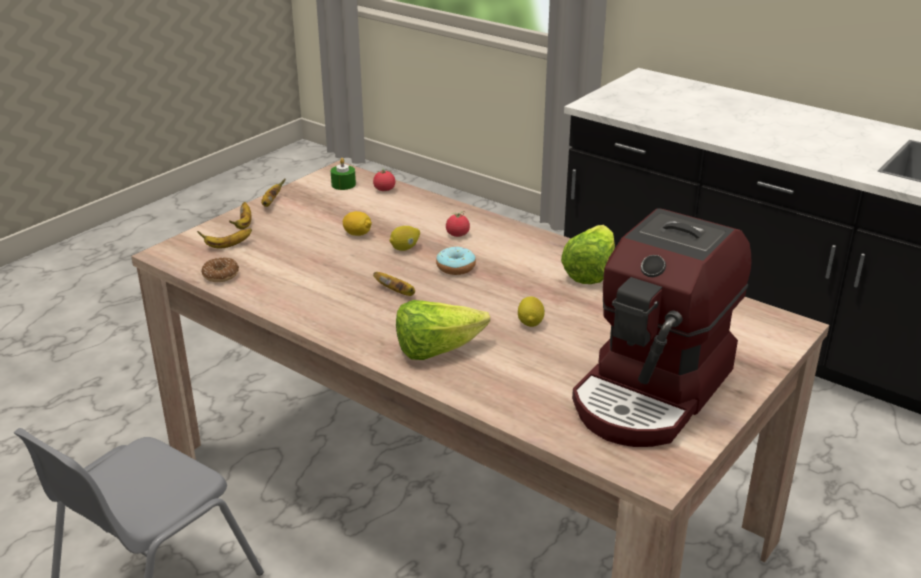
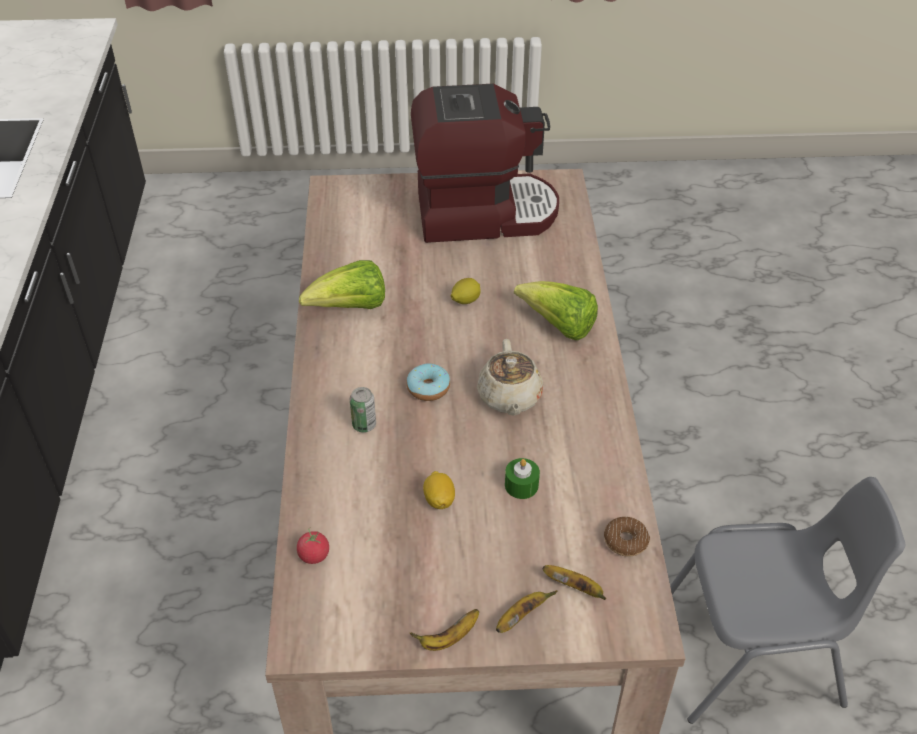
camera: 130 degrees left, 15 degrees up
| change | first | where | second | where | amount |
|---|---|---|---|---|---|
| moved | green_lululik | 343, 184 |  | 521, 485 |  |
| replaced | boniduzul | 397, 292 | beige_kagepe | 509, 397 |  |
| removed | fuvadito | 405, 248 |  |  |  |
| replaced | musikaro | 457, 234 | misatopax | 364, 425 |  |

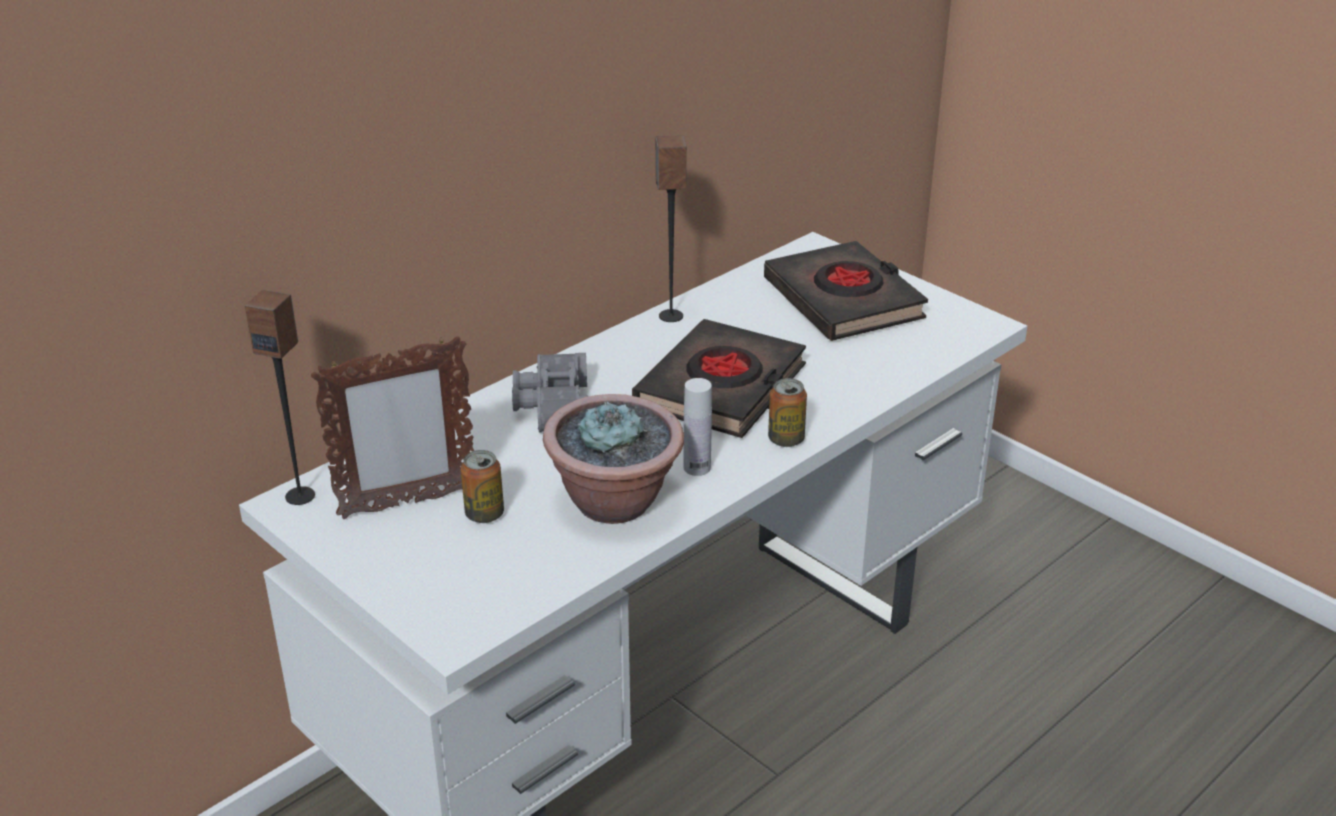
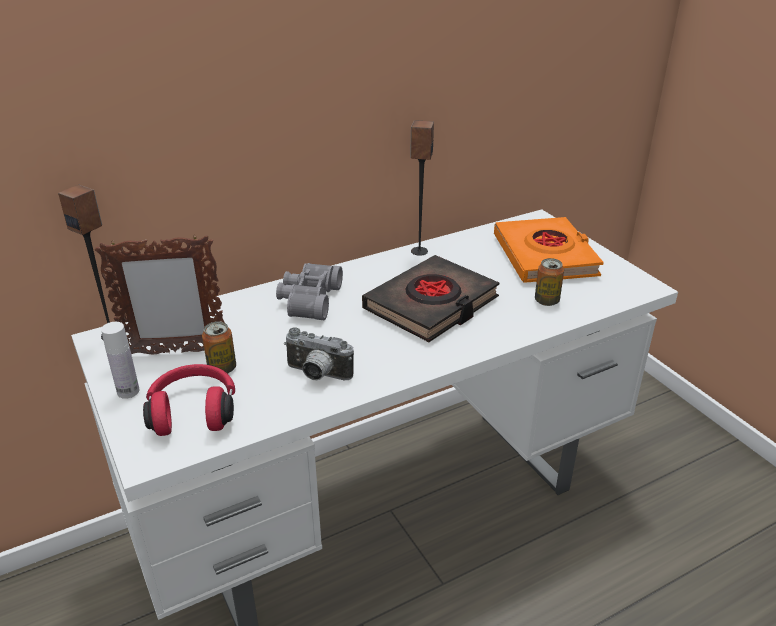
camera: 15 degrees right, 0 degrees up
| change | first | where | second | where | amount |
|---|---|---|---|---|---|
| replaced | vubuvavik | 615, 502 | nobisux | 316, 375 |  |
| moved | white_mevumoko | 697, 467 |  | 128, 391 |  |
| recoloured | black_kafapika | 844, 300 | orange_kafapika | 545, 256 |  |
| moved | misatopax | 786, 439 |  | 546, 301 |  |
| added |  |  | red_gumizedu | 194, 411 |  |

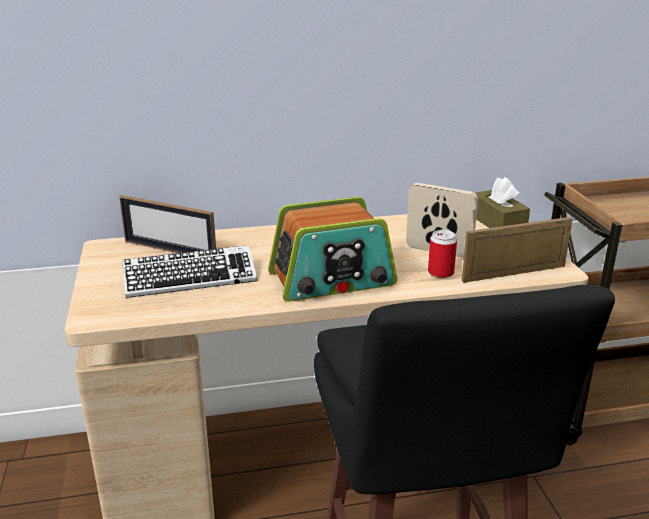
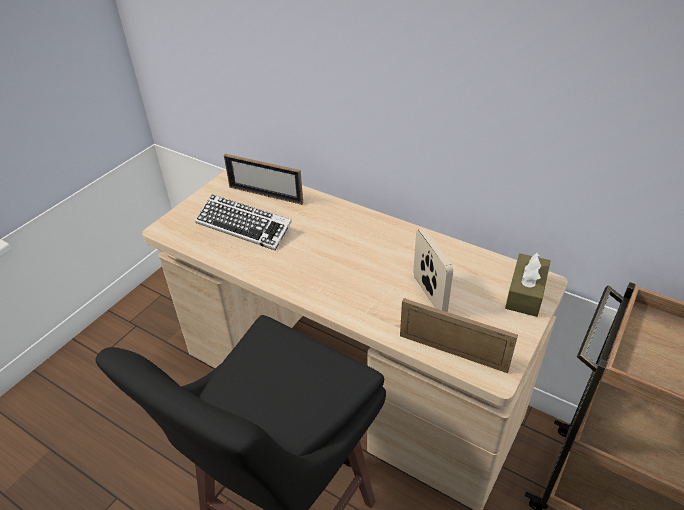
camera: 45 degrees right, 15 degrees up
| change | first | where | second | where | amount |
|---|---|---|---|---|---|
| turned | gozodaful | 170, 250 |  | 265, 195 | 45 degrees counterclockwise |
| removed | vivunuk | 332, 279 |  |  |  |
| removed | misatopax | 440, 273 |  |  |  |

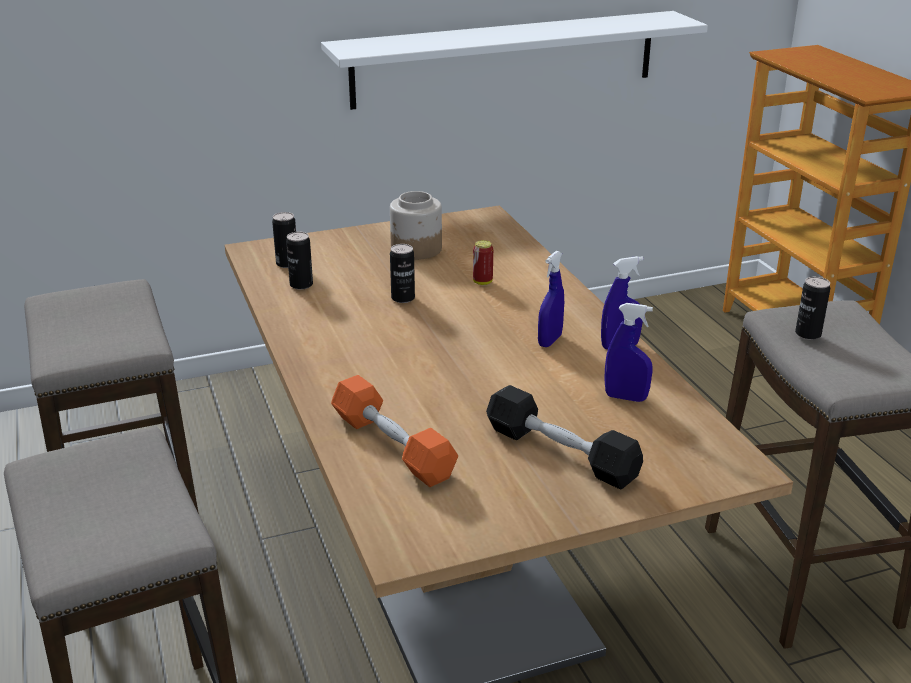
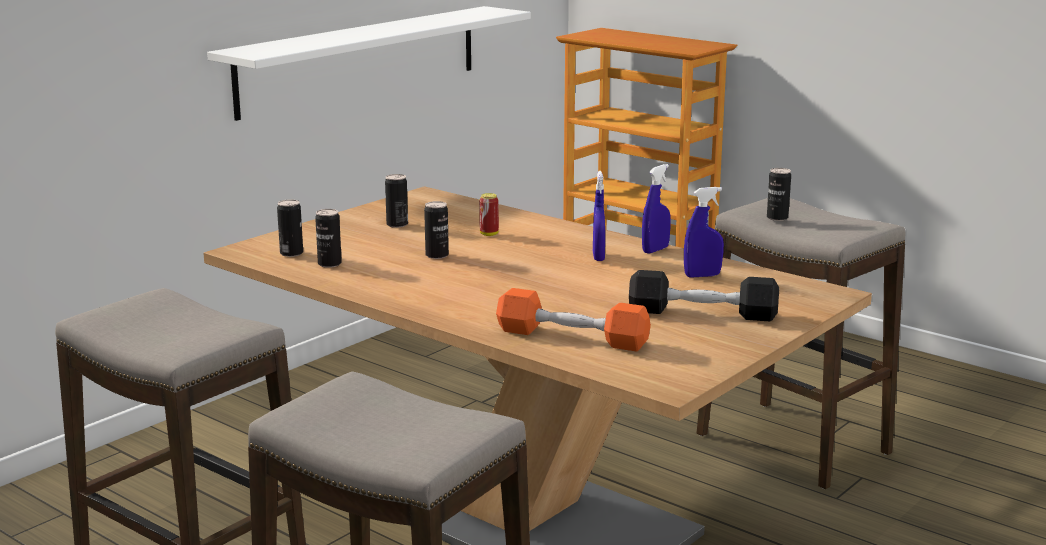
camera: 30 degrees left, 10 degrees down
| change | first | where | second | where | amount |
|---|---|---|---|---|---|
| replaced | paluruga | 416, 249 | misatopax | 397, 224 |  |

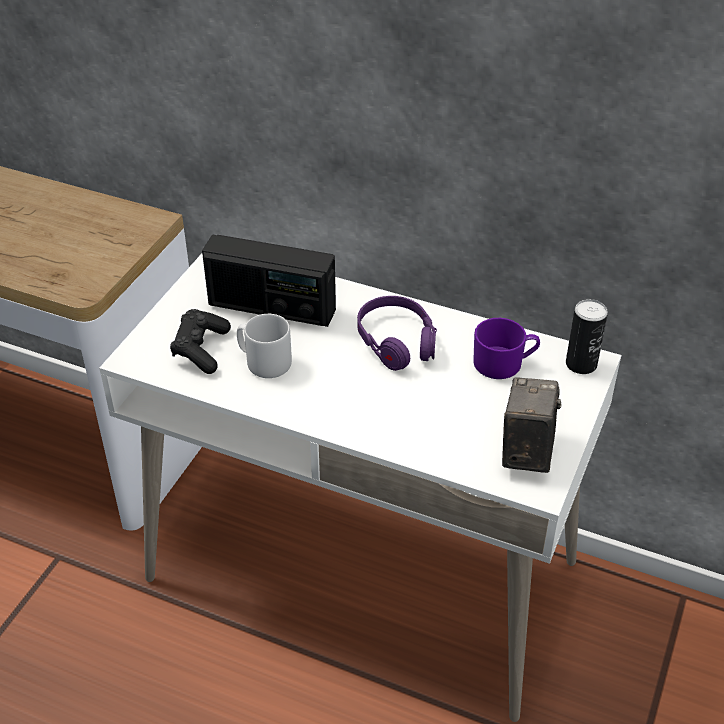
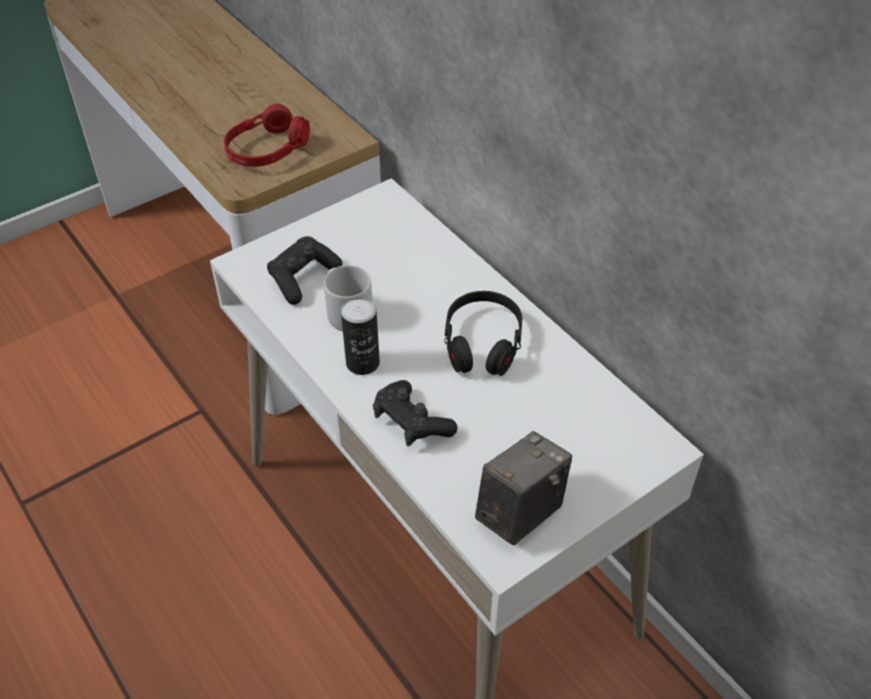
camera: 30 degrees right, 5 degrees up
| change | first | where | second | where | amount |
|---|---|---|---|---|---|
| removed | vivunuk | 271, 308 |  |  |  |
| recoloured | purple_gumizedu | 397, 342 | black_gumizedu | 483, 343 |  |
| removed | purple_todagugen | 504, 363 |  |  |  |
| moved | misatopax | 581, 364 |  | 362, 363 |  |
| added |  |  | red_gumizedu | 267, 150 |  |
| added |  |  | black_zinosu | 411, 423 |  |

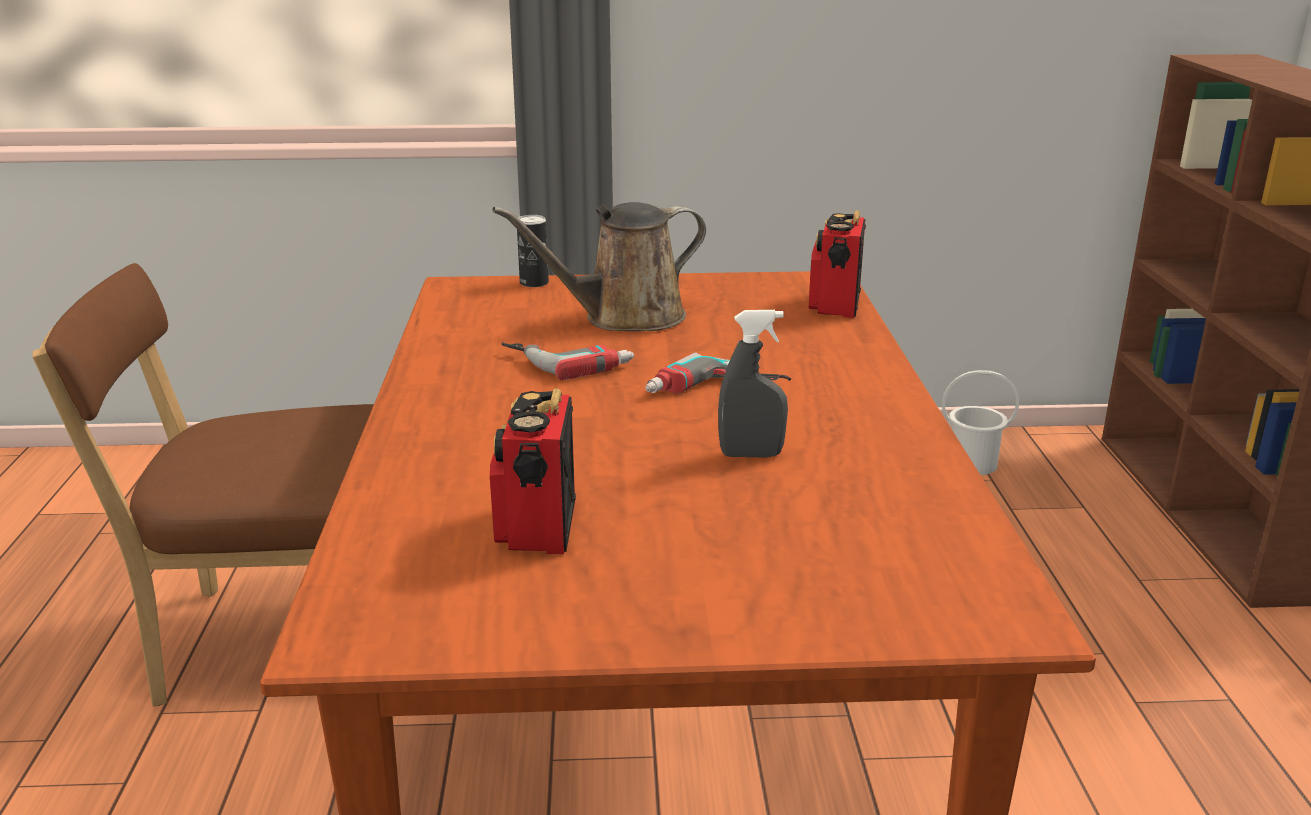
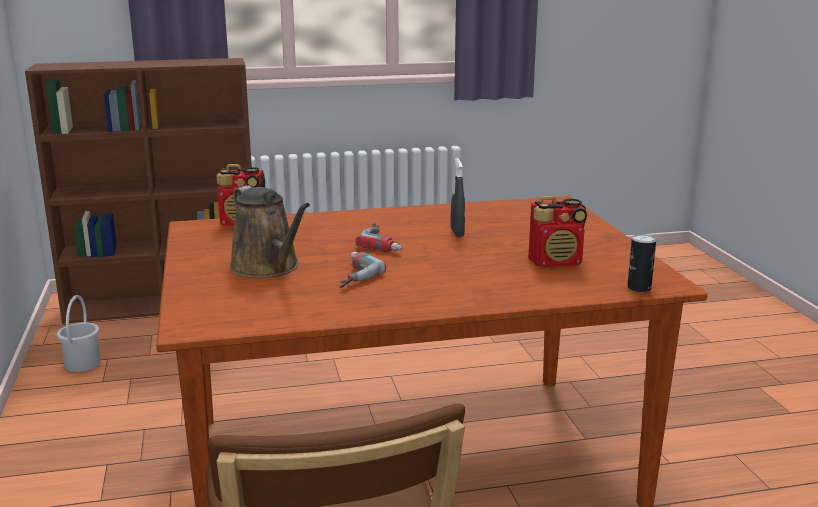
camera: 100 degrees left, 5 degrees down
| change | first | where | second | where | amount |
|---|---|---|---|---|---|
| moved | misatopax | 534, 283 |  | 639, 288 |  |

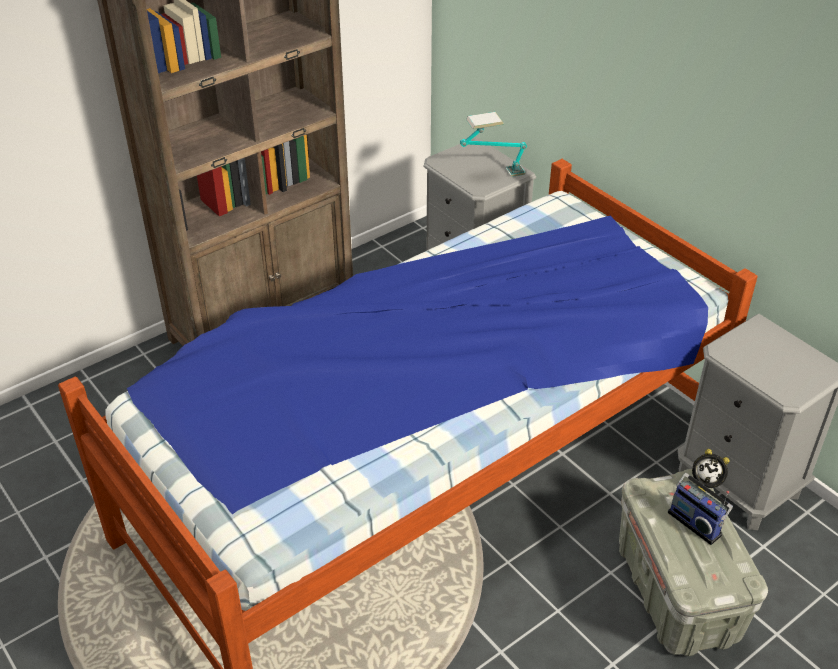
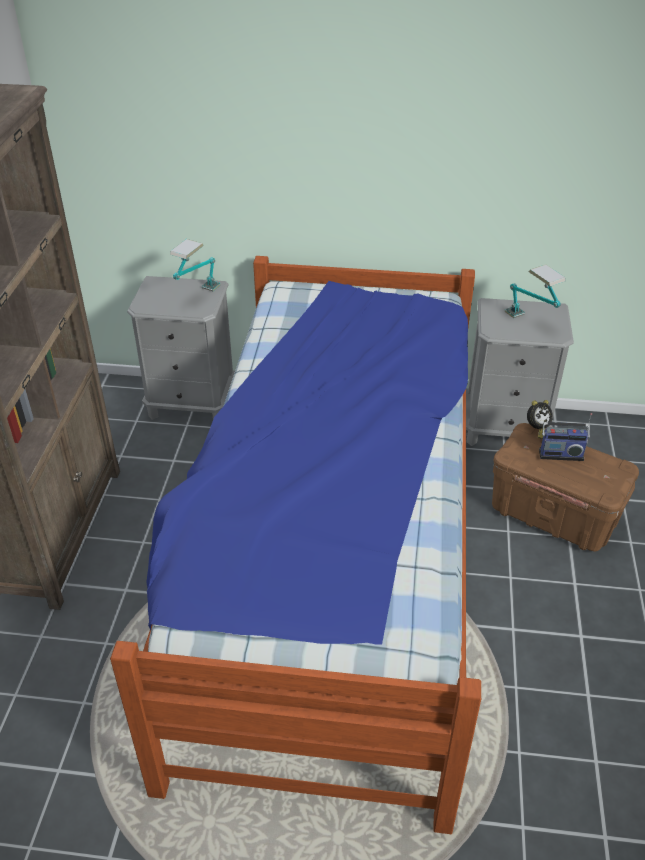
camera: 45 degrees left, 0 degrees up
| change | first | where | second | where | amount |
|---|---|---|---|---|---|
| recoloured | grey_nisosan | 677, 593 | brown_nisosan | 554, 515 |  |
| added |  |  | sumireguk | 529, 324 |  |

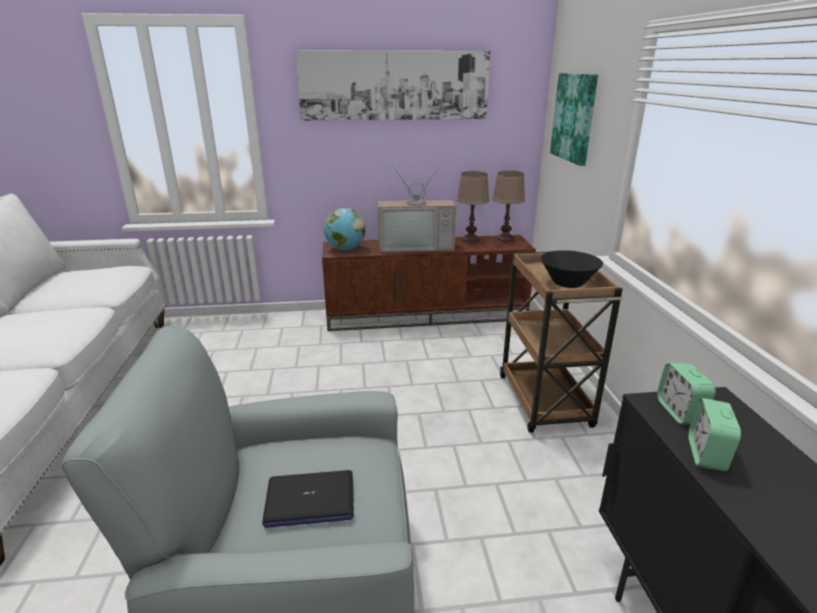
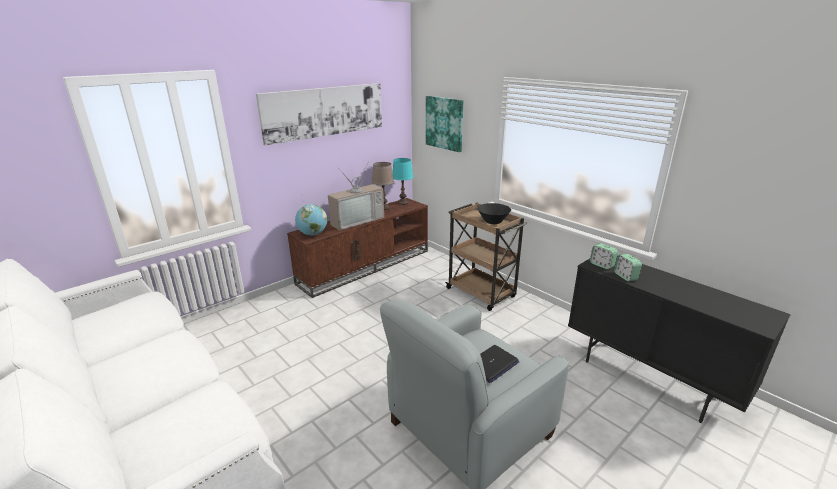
camera: 35 degrees left, 0 degrees up
| change | first | where | second | where | amount |
|---|---|---|---|---|---|
| recoloured | brown_sumireguk | 505, 239 | turquoise_sumireguk | 403, 202 |  |

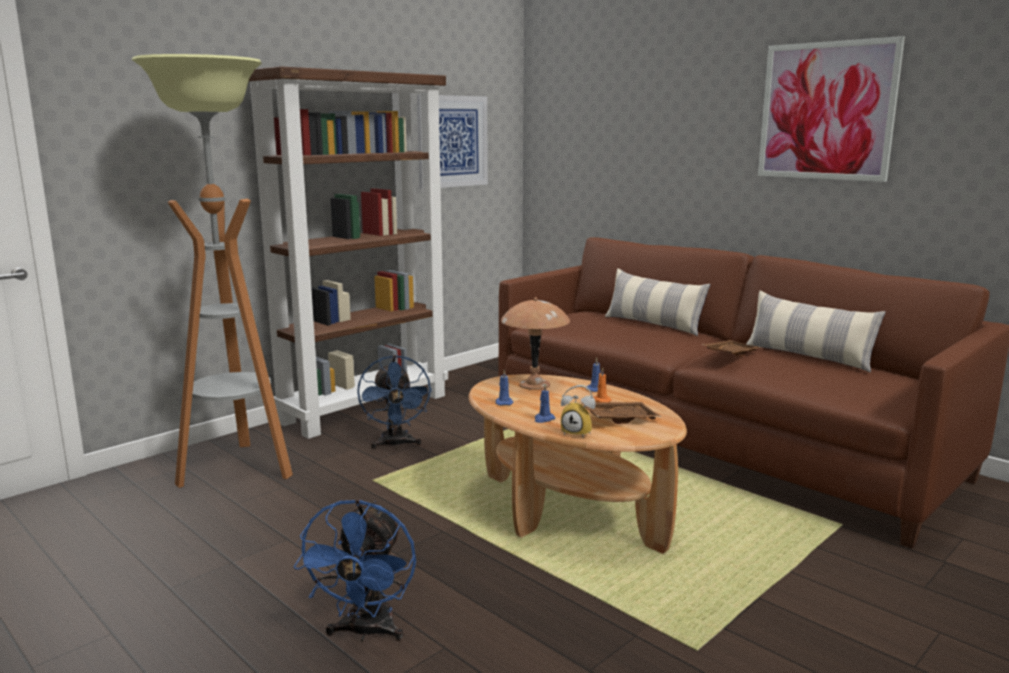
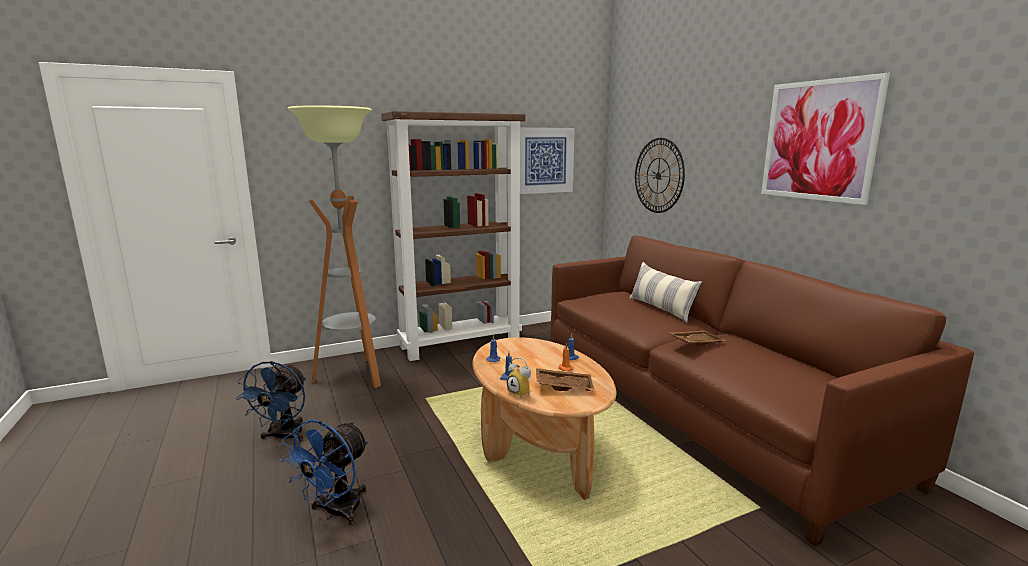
camera: 20 degrees right, 0 degrees up
| change | first | where | second | where | amount |
|---|---|---|---|---|---|
| moved | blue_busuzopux | 396, 444 |  | 284, 437 |  |
| removed | brown_sumireguk | 535, 384 |  |  |  |
| removed | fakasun | 808, 357 |  |  |  |
| added |  |  | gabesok | 658, 175 |  |

